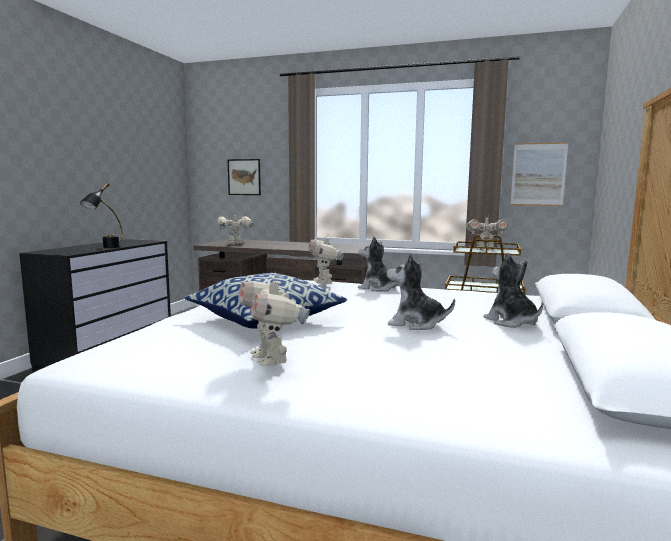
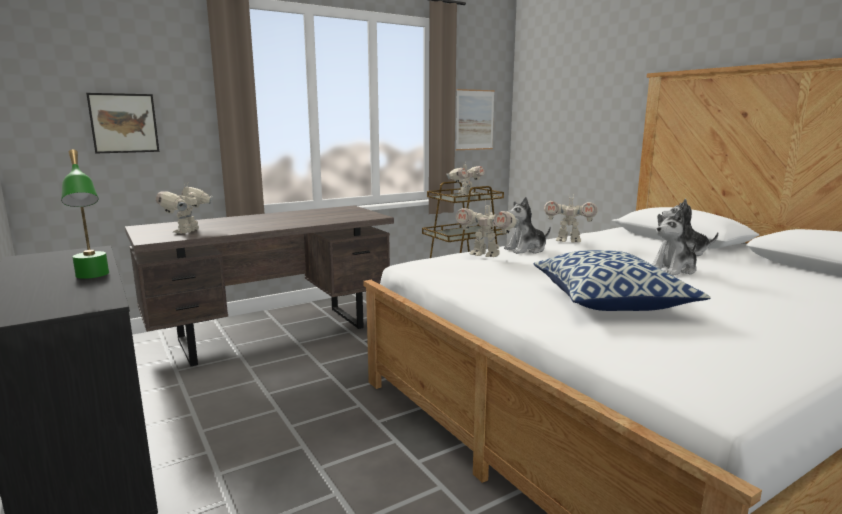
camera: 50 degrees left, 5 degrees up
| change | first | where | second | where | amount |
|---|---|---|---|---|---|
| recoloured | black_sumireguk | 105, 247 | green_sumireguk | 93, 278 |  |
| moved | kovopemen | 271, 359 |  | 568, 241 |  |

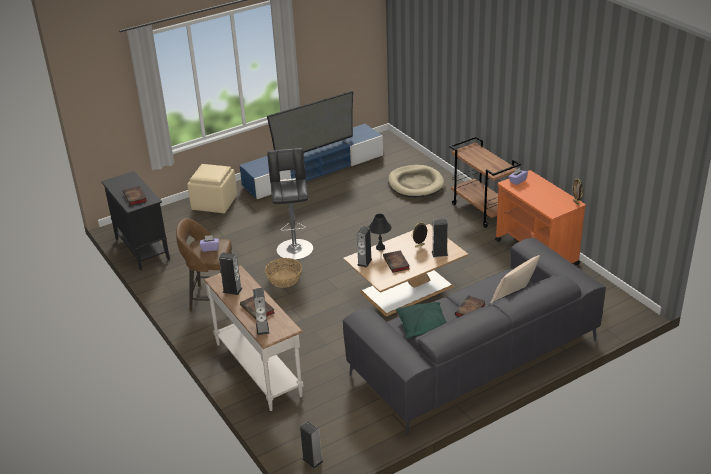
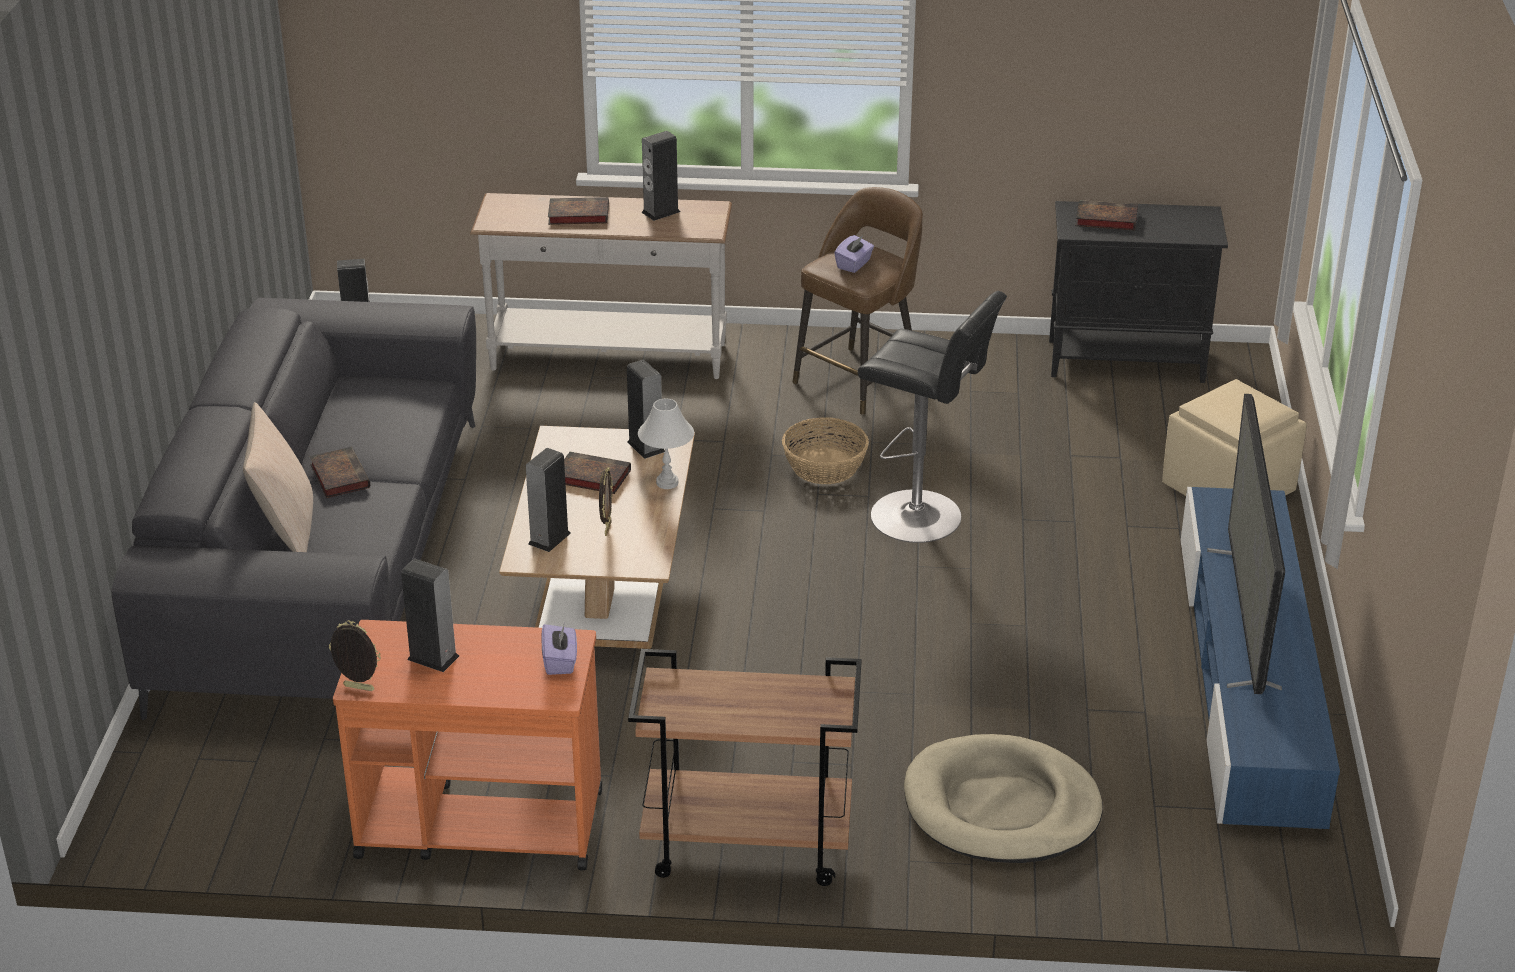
camera: 125 degrees right, 0 degrees up
| change | first | where | second | where | amount |
|---|---|---|---|---|---|
| moved | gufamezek | 262, 328 |  | 433, 657 |  |
| recoloured | black_sumireguk | 380, 247 | white_sumireguk | 667, 483 |  |
| removed | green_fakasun | 423, 327 |  |  |  |

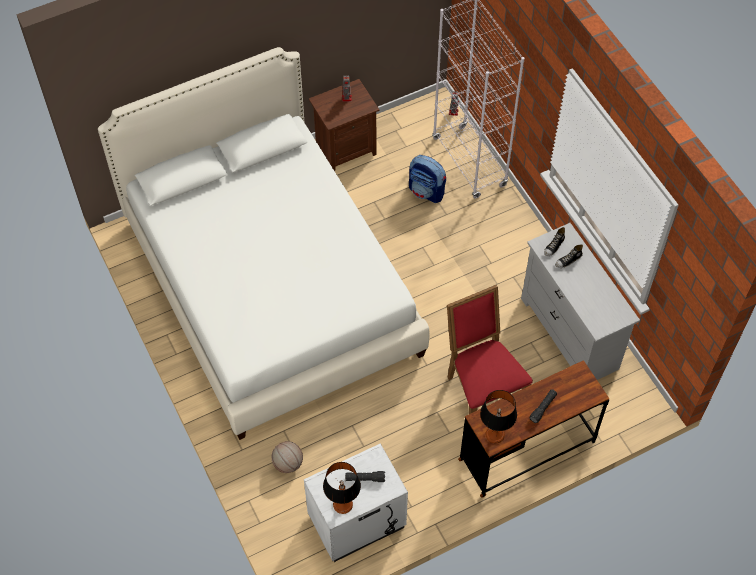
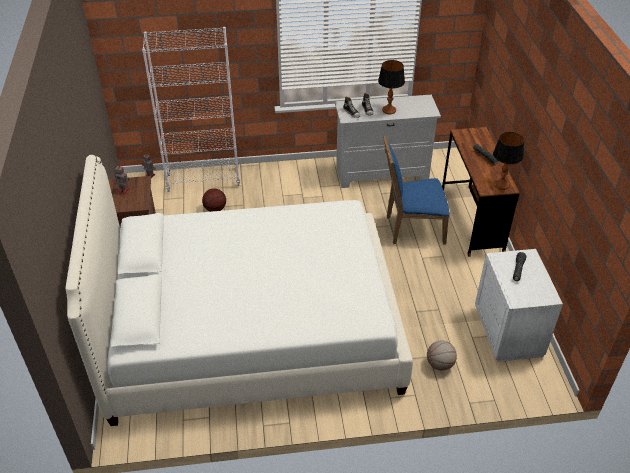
camera: 70 degrees left, 15 degrees down
| change | first | where | second | where | amount |
|---|---|---|---|---|---|
| moved | sumireguk | 343, 504 |  | 388, 110 |  |
| replaced | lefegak | 427, 191 | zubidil | 215, 209 |  |
| recoloured | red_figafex | 482, 389 | blue_figafex | 411, 228 |  |

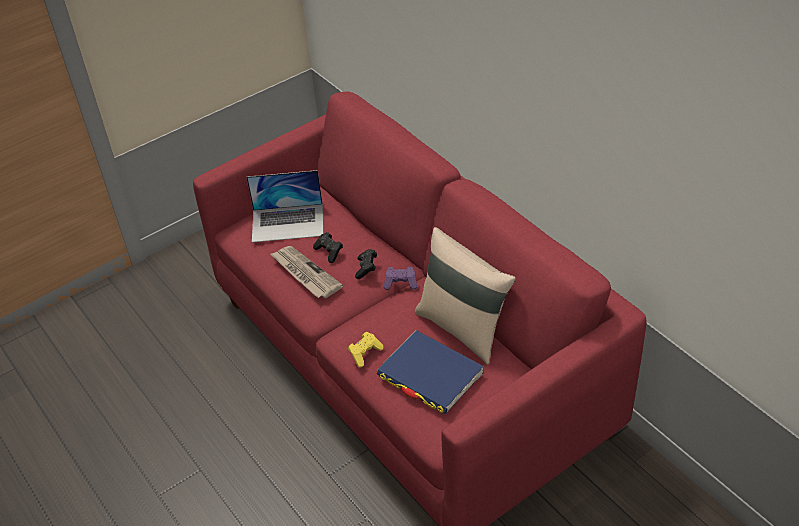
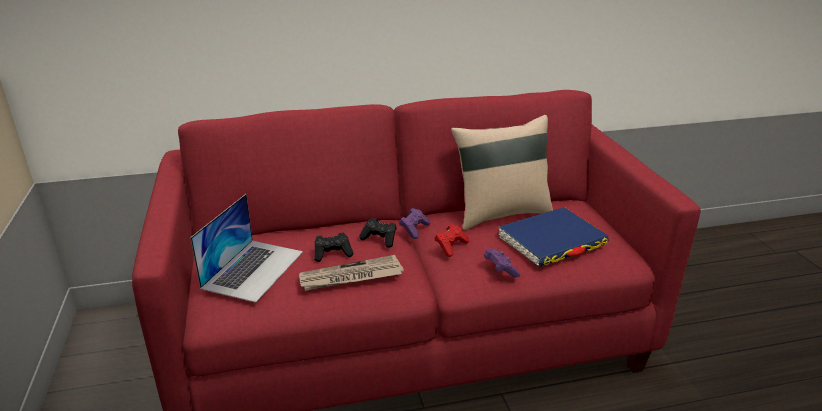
camera: 70 degrees left, 15 degrees down
| change | first | where | second | where | amount |
|---|---|---|---|---|---|
| recoloured | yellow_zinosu | 365, 353 | purple_zinosu | 500, 269 |  |
| added |  |  | red_zinosu | 451, 246 |  |

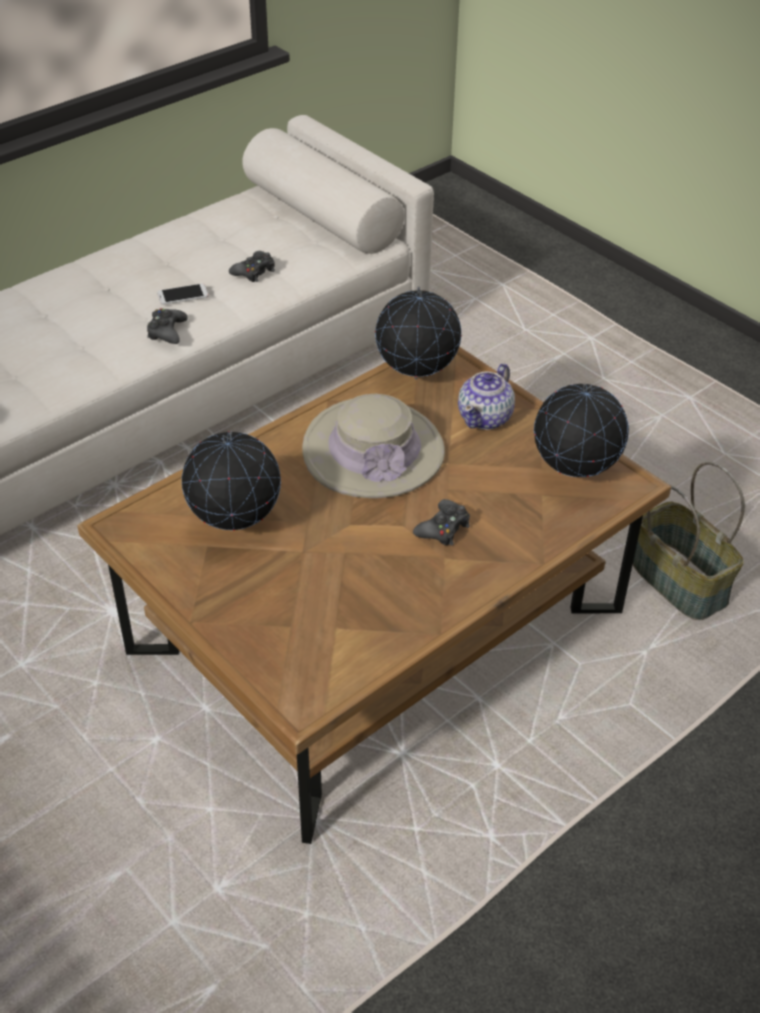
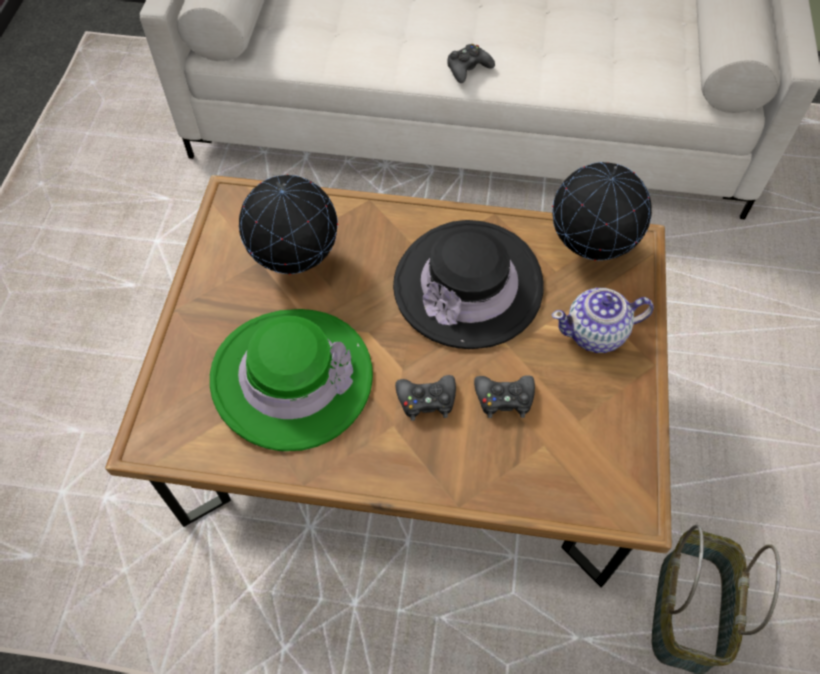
camera: 50 degrees right, 15 degrees up
| change | first | where | second | where | amount |
|---|---|---|---|---|---|
| removed | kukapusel | 183, 295 |  |  |  |
| moved | black_zinosu | 254, 272 |  | 504, 399 |  |
| recoloured | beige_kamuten | 373, 451 | black_kamuten | 468, 286 |  |
| removed | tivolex | 573, 475 |  |  |  |
| added |  |  | green_kamuten | 292, 378 |  |

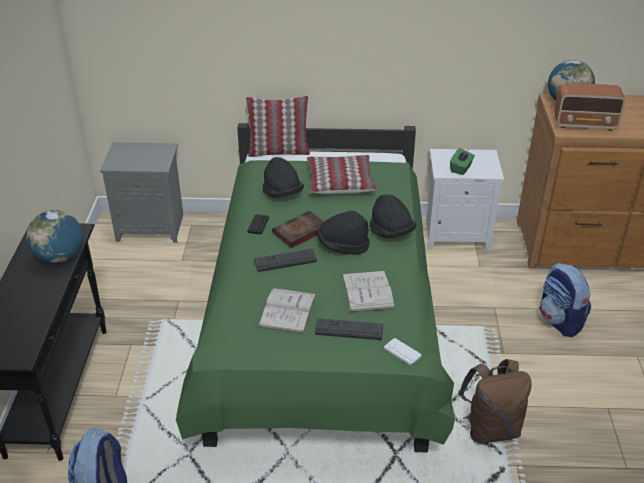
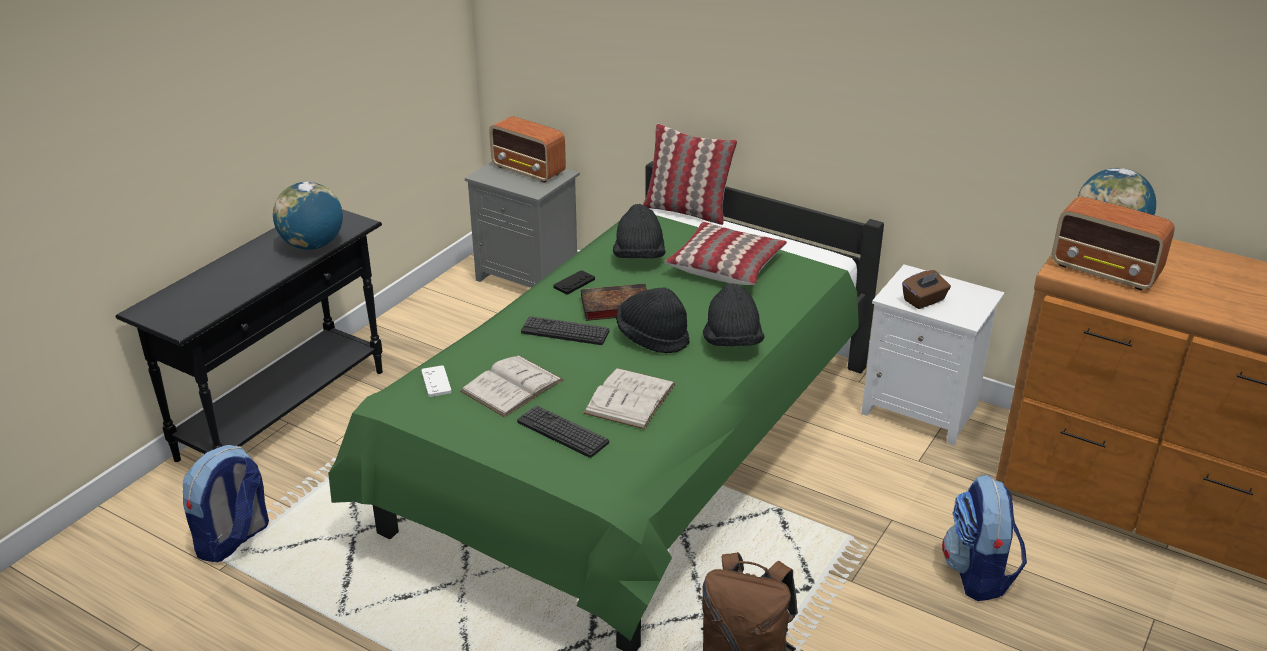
camera: 30 degrees right, 5 degrees down
| change | first | where | second | where | amount |
|---|---|---|---|---|---|
| moved | white_zinosu | 402, 352 |  | 436, 382 |  |
| recoloured | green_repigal | 461, 168 | brown_repigal | 924, 300 |  |
| added |  |  | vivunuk | 529, 171 |  |

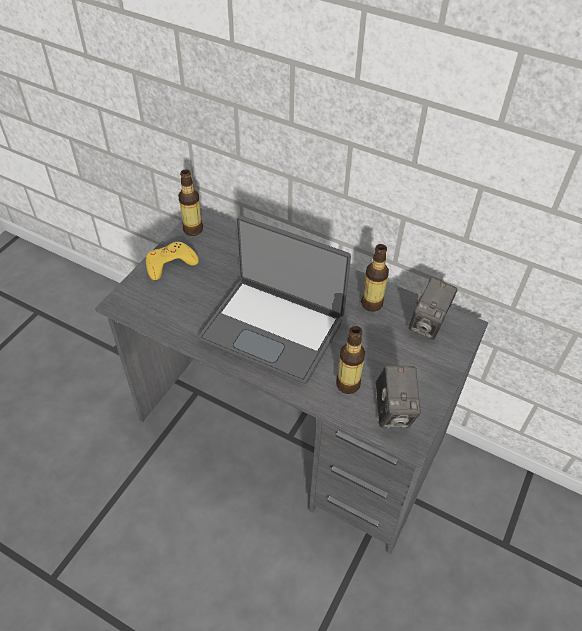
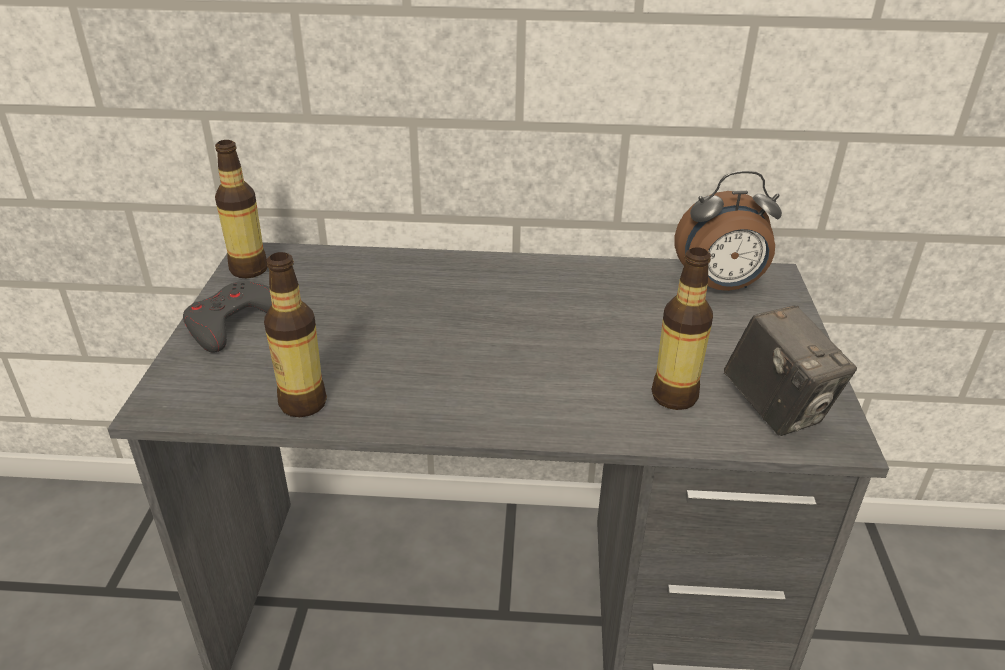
camera: 25 degrees left, 15 degrees down
| change | first | where | second | where | amount |
|---|---|---|---|---|---|
| recoloured | yellow_zinosu | 170, 263 | grey_zinosu | 233, 323 |  |
| removed | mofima | 273, 328 |  |  |  |
| moved | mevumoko | 371, 304 |  | 303, 403 |  |
| replaced | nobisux | 428, 324 | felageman | 720, 287 |  |

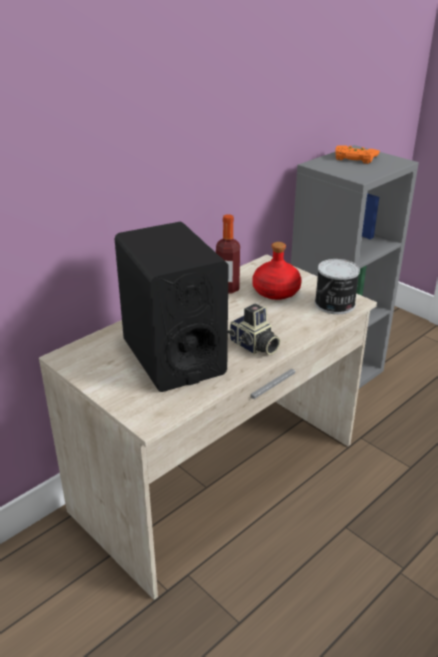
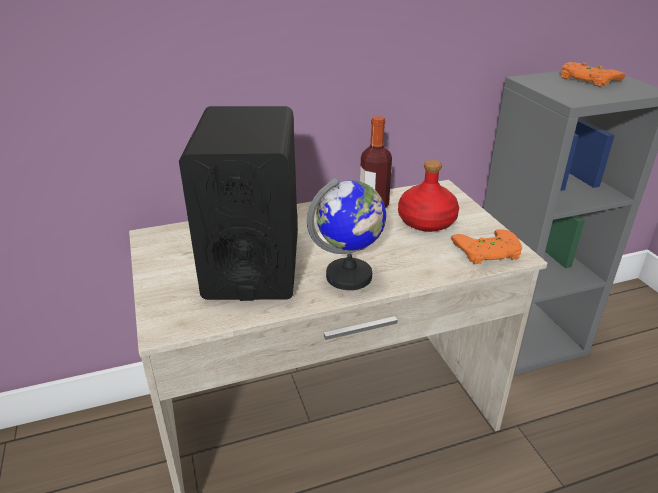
camera: 25 degrees right, 0 degrees up
| change | first | where | second | where | amount |
|---|---|---|---|---|---|
| replaced | nobisux | 253, 346 | tivolex | 349, 276 |  |
| replaced | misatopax | 334, 304 | orange_zinosu | 488, 252 |  |

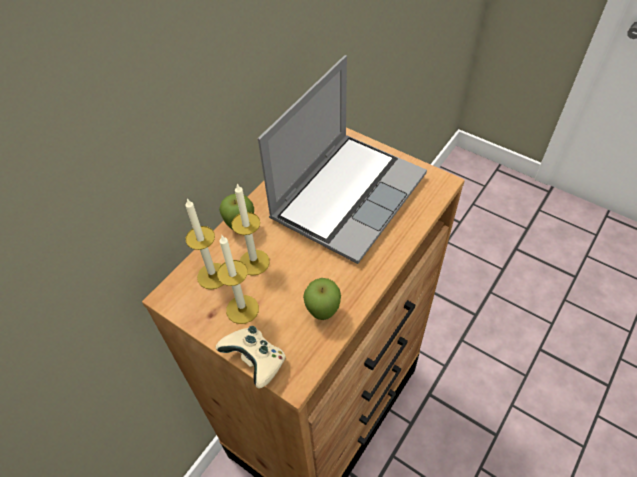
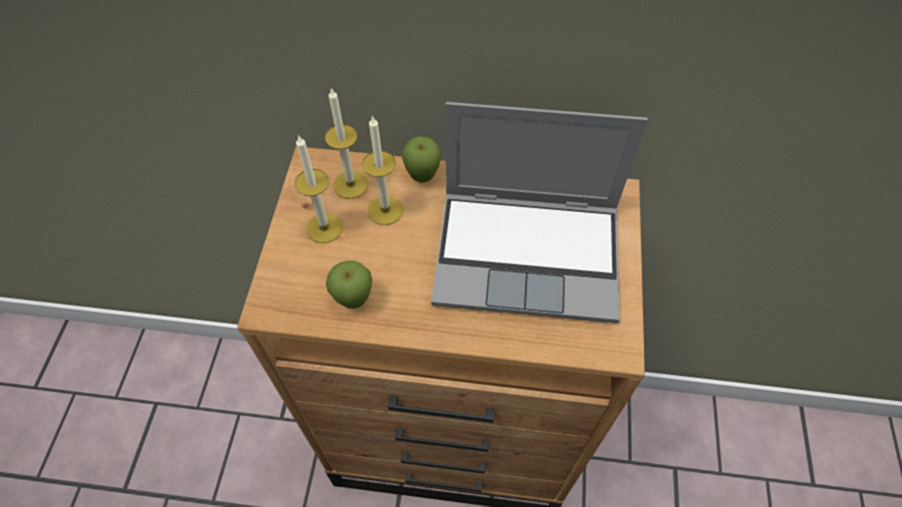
camera: 60 degrees right, 5 degrees up
| change | first | where | second | where | amount |
|---|---|---|---|---|---|
| removed | beige_zinosu | 256, 361 |  |  |  |

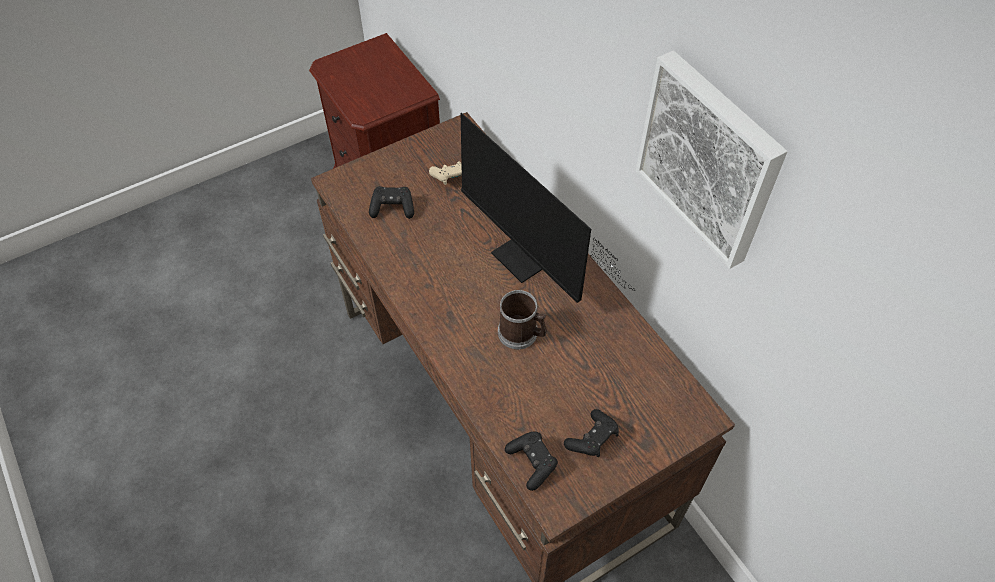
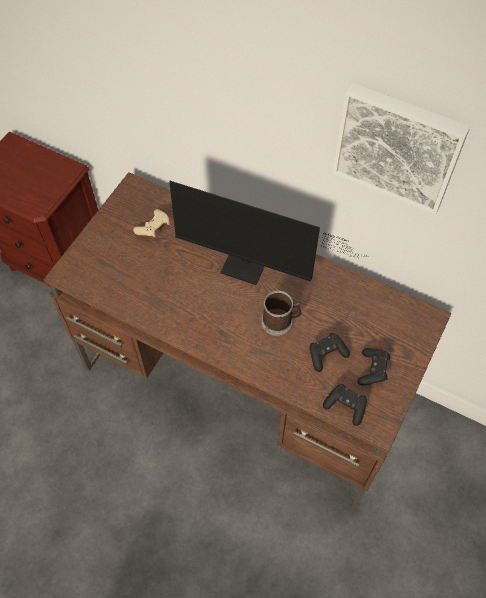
camera: 30 degrees left, 5 degrees up
| change | first | where | second | where | amount |
|---|---|---|---|---|---|
| moved | black_zinosu | 392, 208 |  | 326, 354 |  |

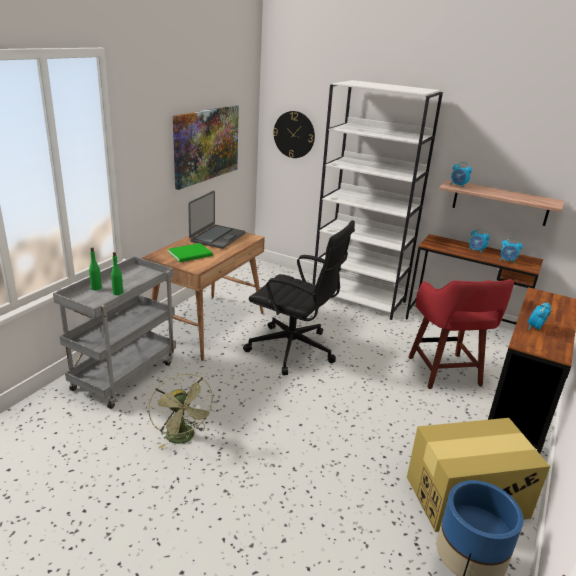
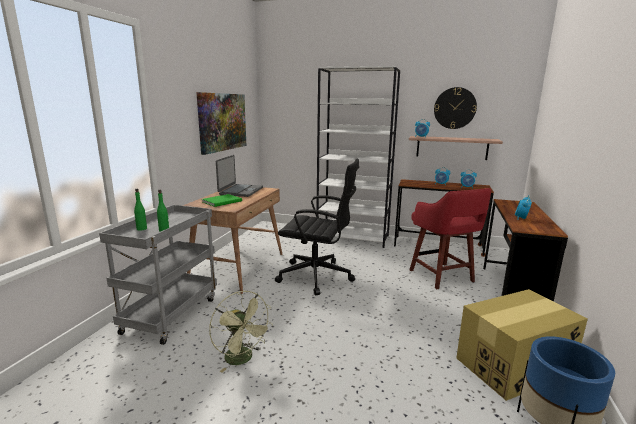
camera: 10 degrees left, 10 degrees down
| change | first | where | second | where | amount |
|---|---|---|---|---|---|
| moved | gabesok | 294, 134 |  | 454, 108 |  |

